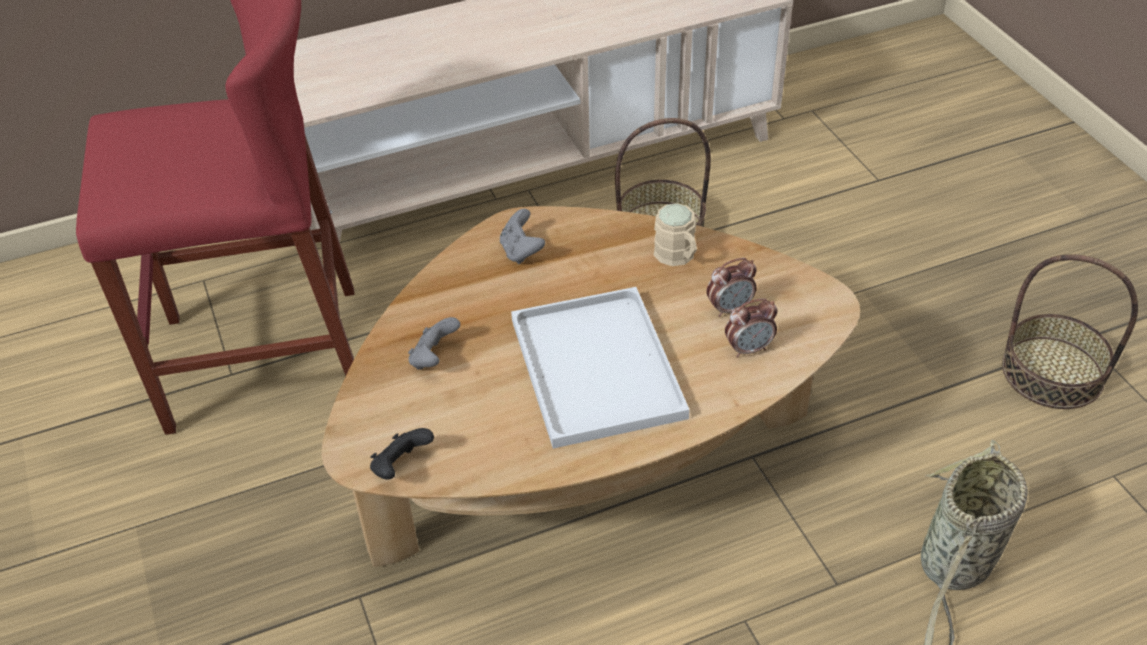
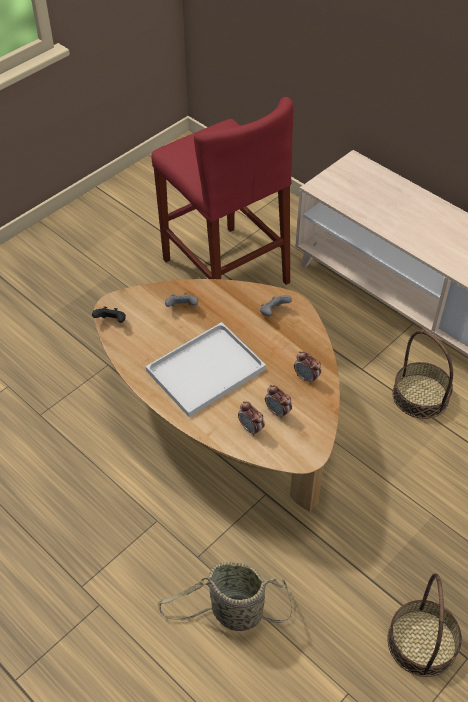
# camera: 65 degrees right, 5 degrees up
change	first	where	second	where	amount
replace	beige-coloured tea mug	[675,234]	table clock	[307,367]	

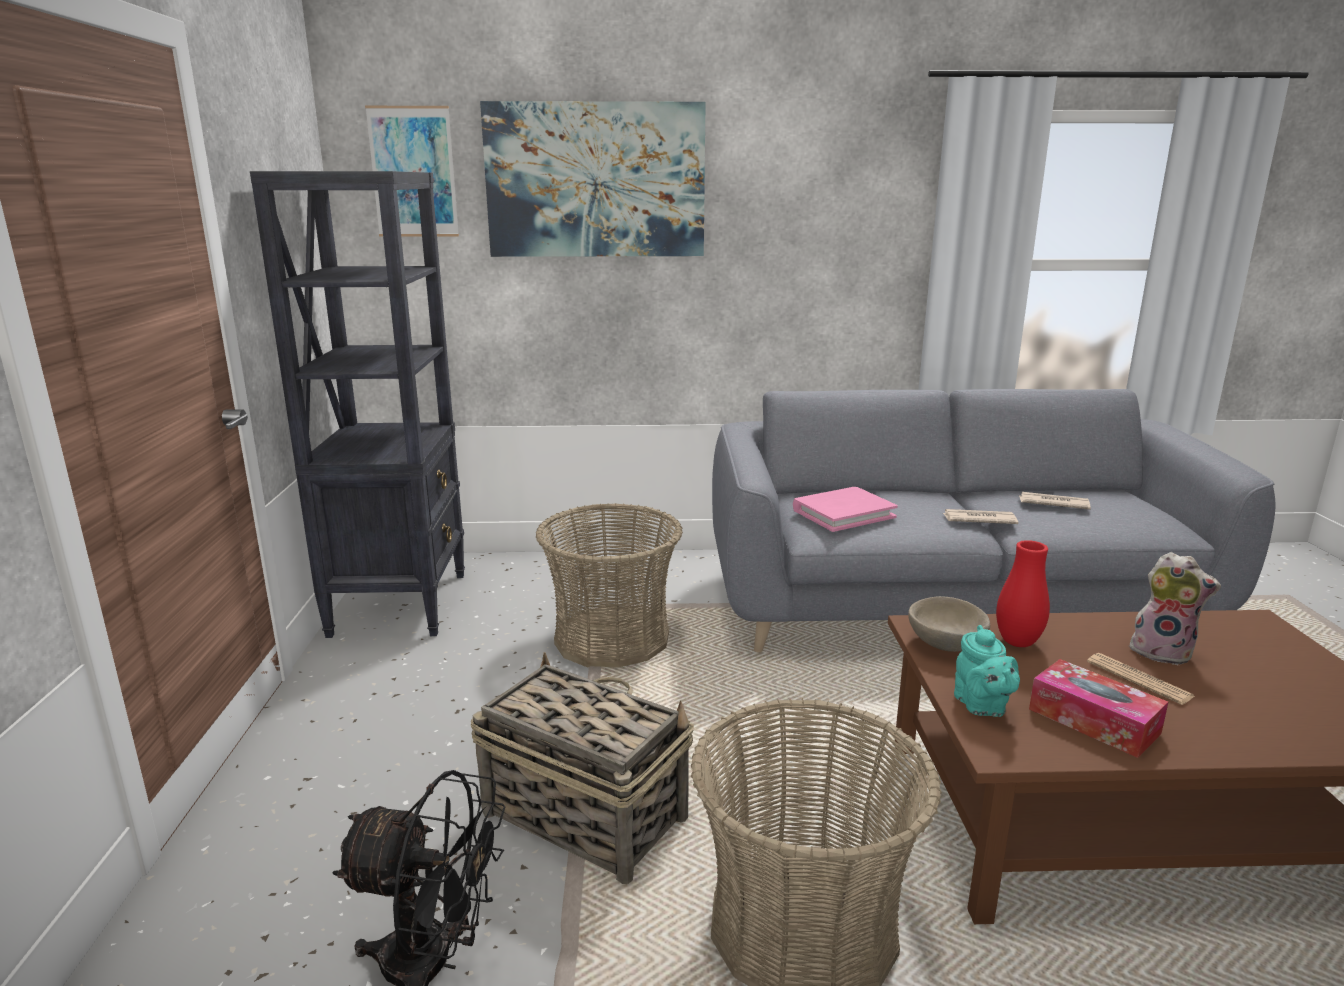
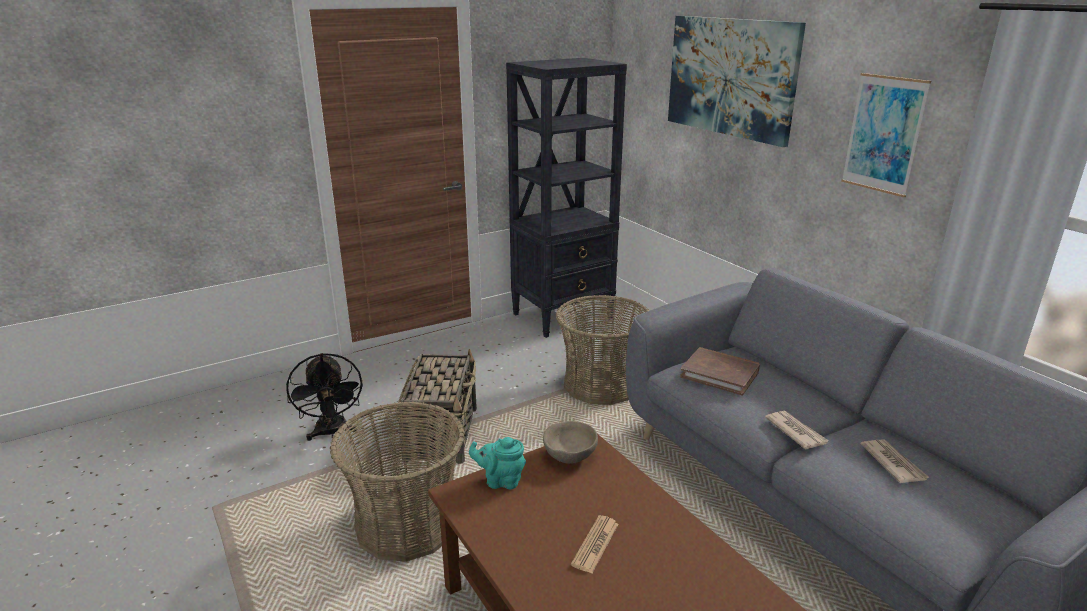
# camera: 60 degrees right, 5 degrees up
change	first	where	second	where	amount
rotate	turquoise teapot	[987,671]		[497,463]	45 degrees clockwise
recolor	pink book	[845,509]	brownish book	[720,371]	
move	wall art	[412,171]		[886,135]	
delete	red-coloured vase	[1023,593]			
delete	box of tissues	[1098,708]			
delete	cuddly toy	[1175,608]			

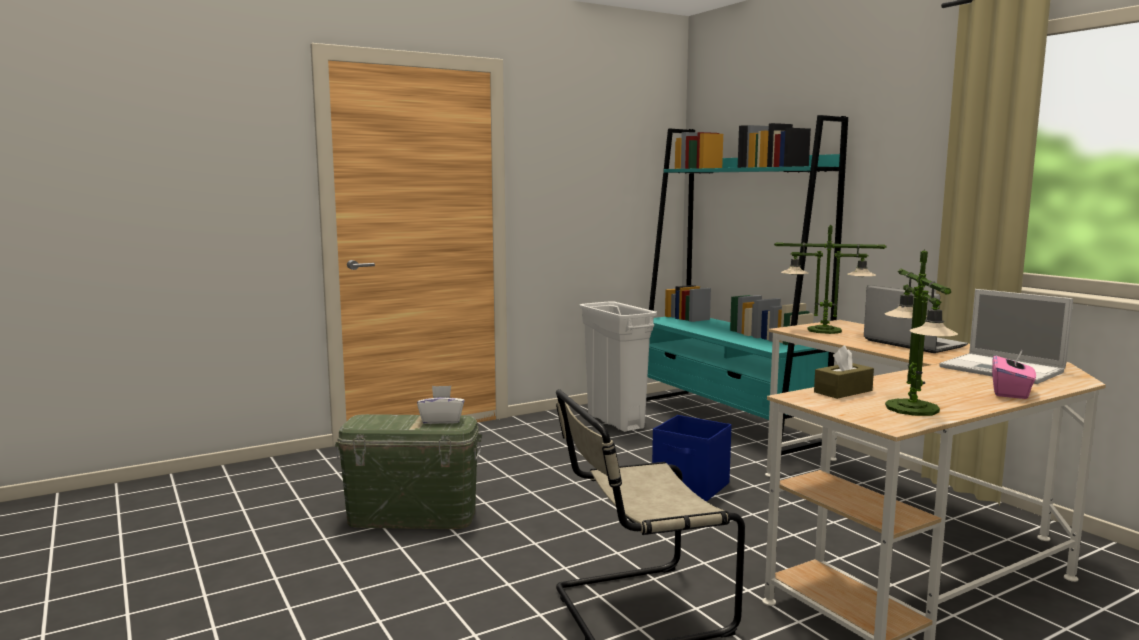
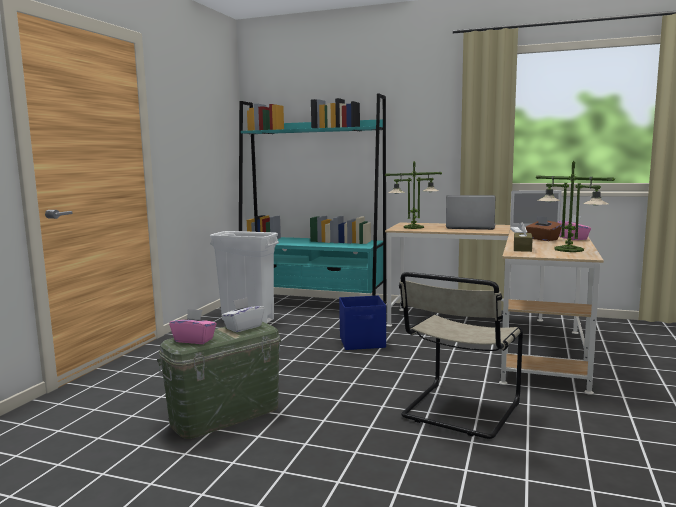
# camera: 40 degrees left, 0 degrees up
change	first	where	second	where	amount
insert			pink box of tissues	[192,326]	
insert			brownish box of tissues	[544,228]	

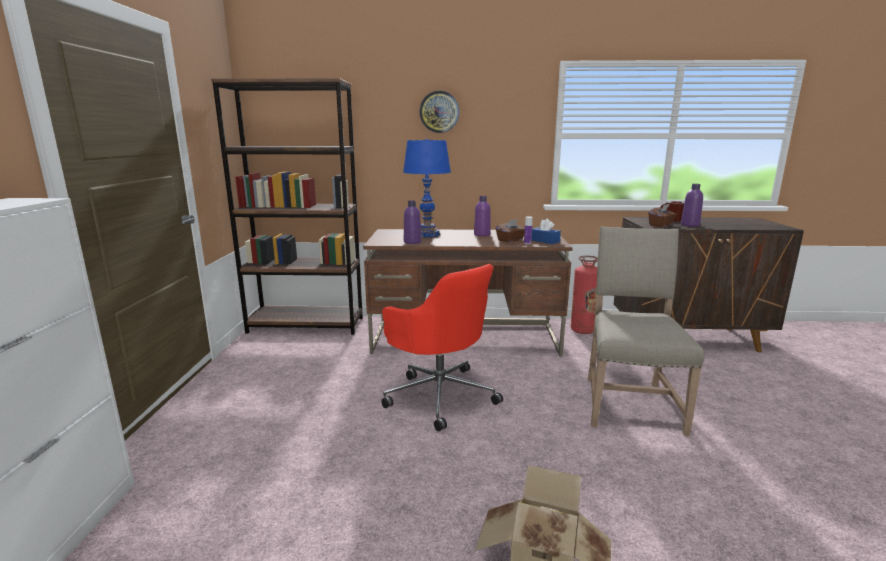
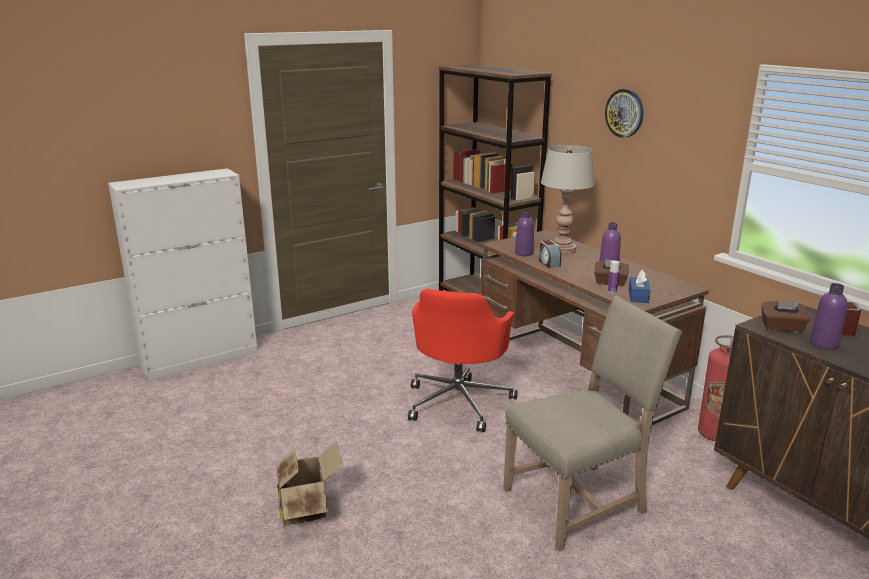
# camera: 55 degrees right, 5 degrees up
change	first	where	second	where	amount
insert			table clock	[550,254]	
recolor	blue-coloured tabletop lamp	[427,188]	gray tabletop lamp	[568,199]	

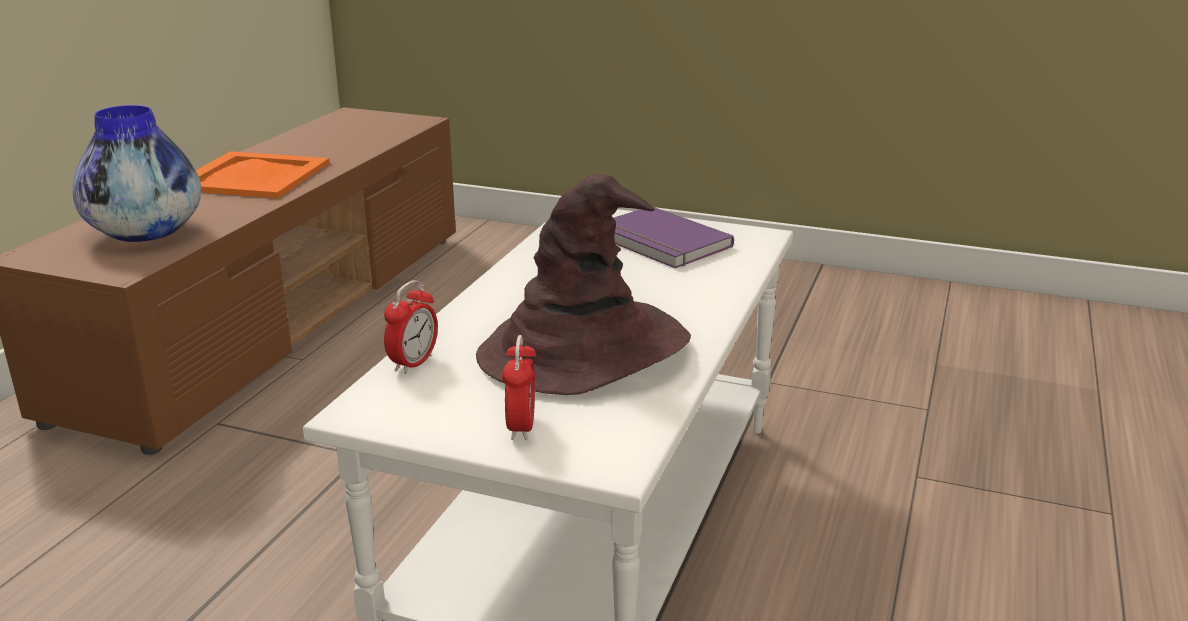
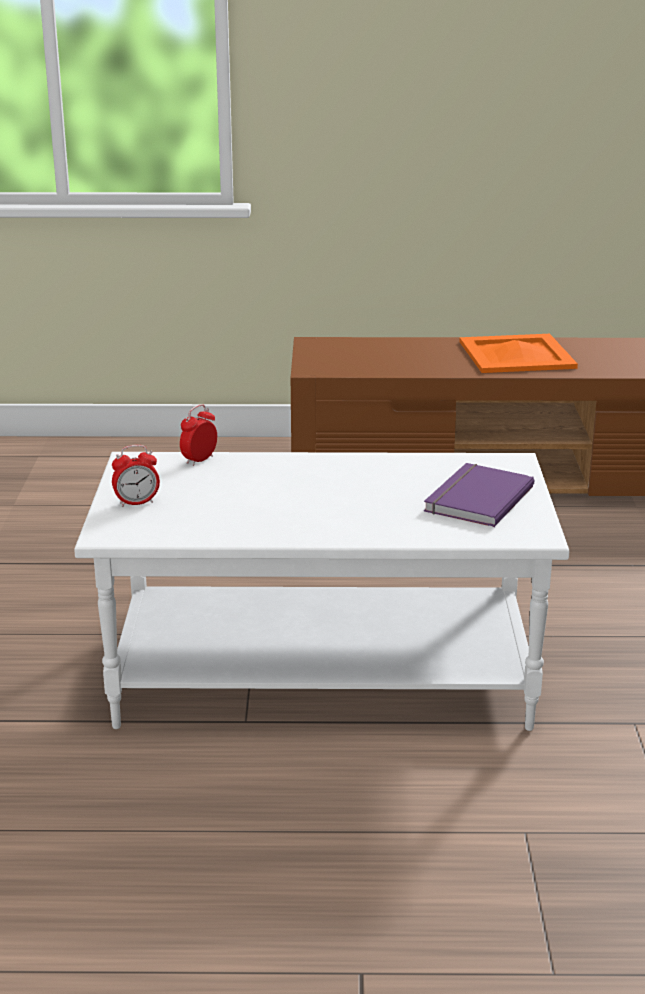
# camera: 70 degrees right, 0 degrees up
change	first	where	second	where	amount
rotate	table clock	[411,327]		[198,435]	120 degrees clockwise
delete	vase	[136,173]			
delete	brownish hat	[583,284]			

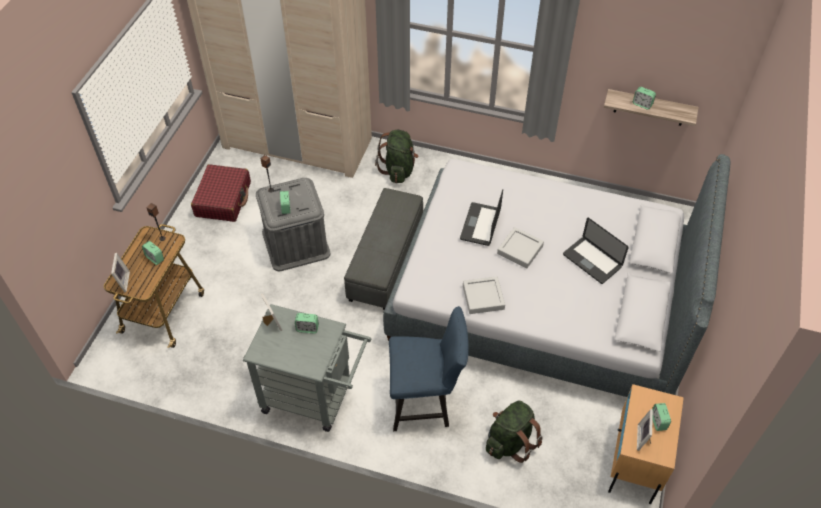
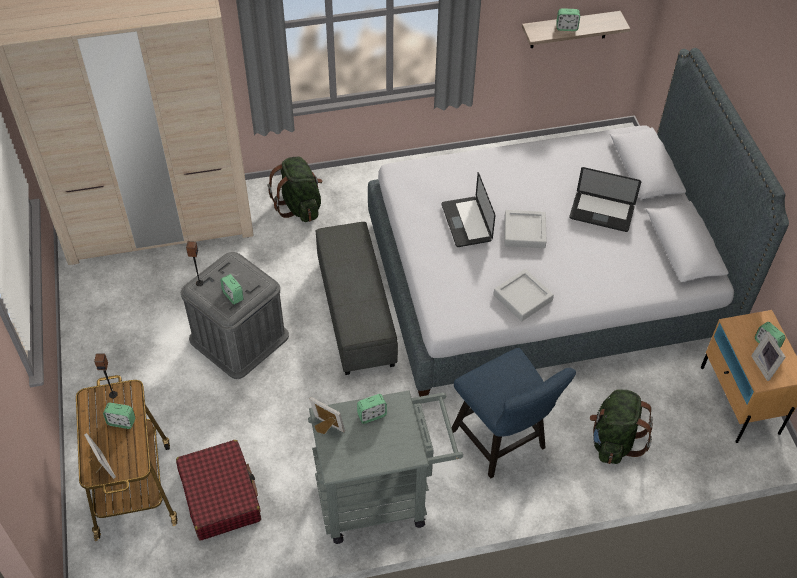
# camera: 30 degrees left, 0 degrees up
change	first	where	second	where	amount
move	red-coloured suitcase	[221,193]		[218,490]	
rotate	blue-coloured upright chair	[429,368]		[514,413]	90 degrees clockwise

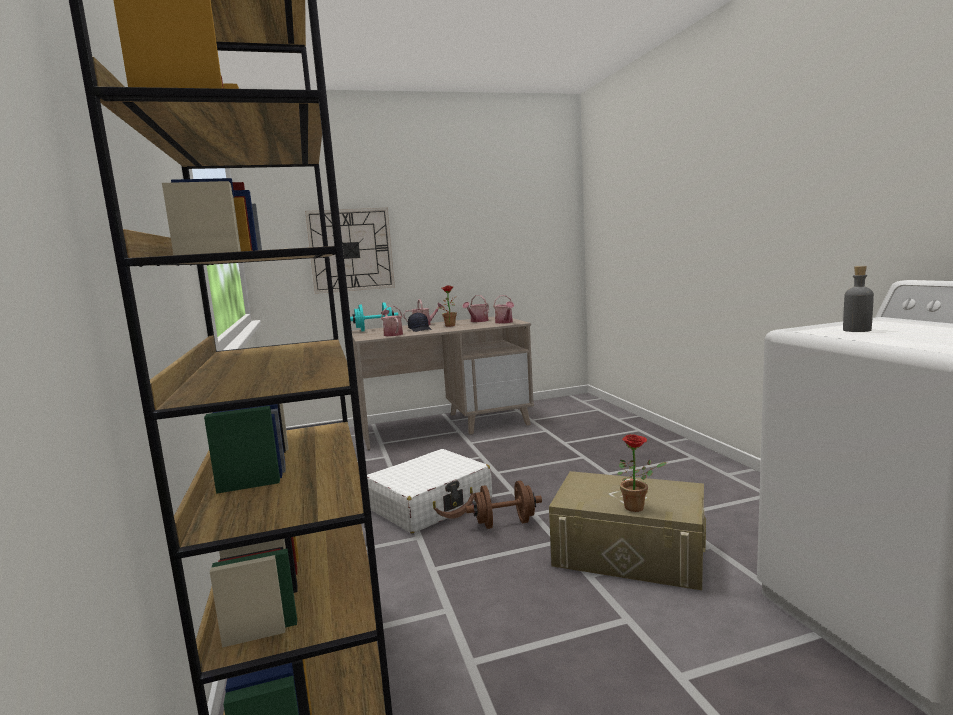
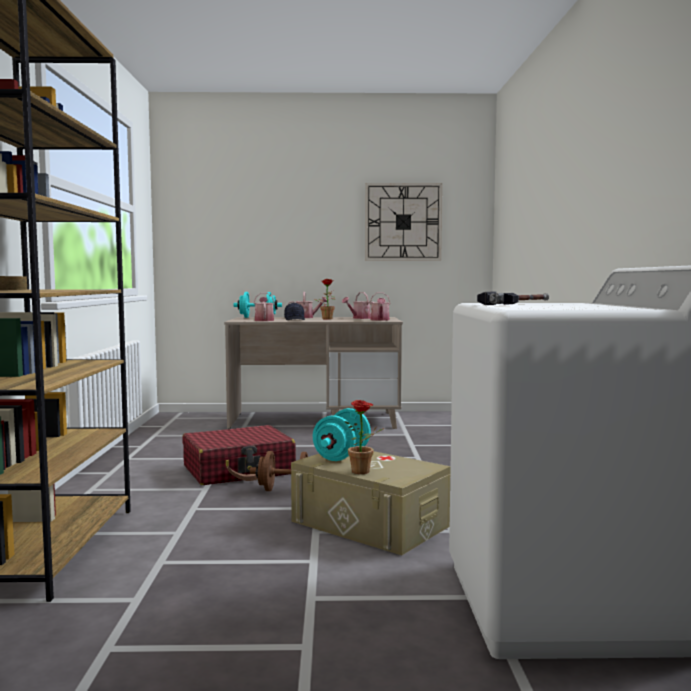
# camera: 15 degrees right, 5 degrees down
change	first	where	second	where	amount
recolor	whitish suitcase	[429,491]	red-coloured suitcase	[239,455]	
insert			turquoise hand weight	[342,434]	
move	clock on the wall	[350,251]		[403,222]	
replace	gray beverage bottle	[858,299]	tool hammer	[513,298]	

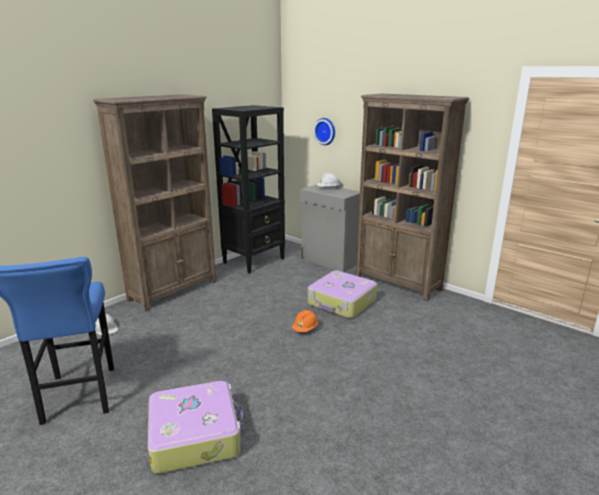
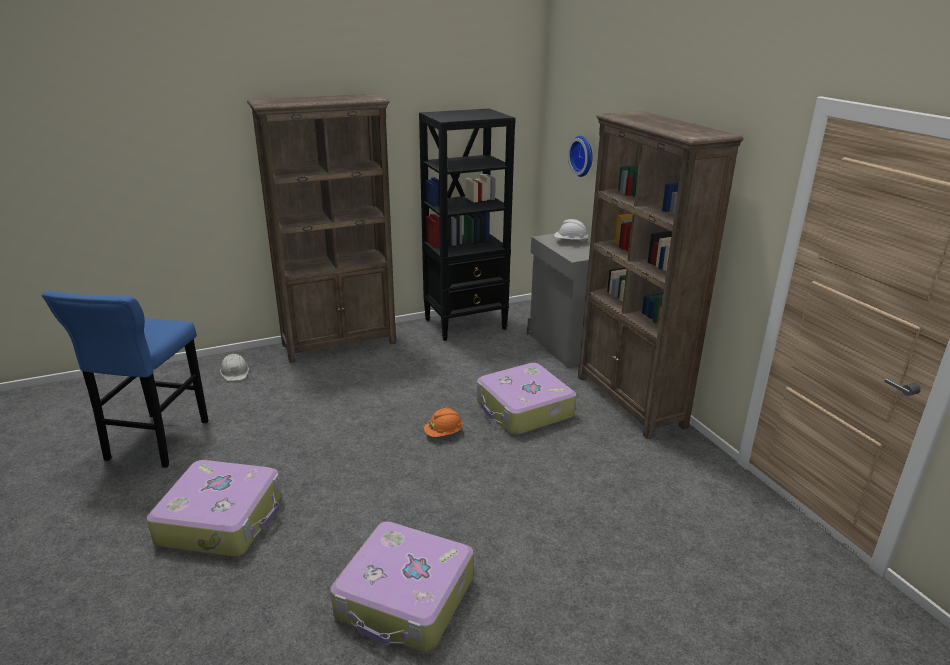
# camera: 25 degrees right, 5 degrees up
change	first	where	second	where	amount
insert			suitcase	[402,586]	

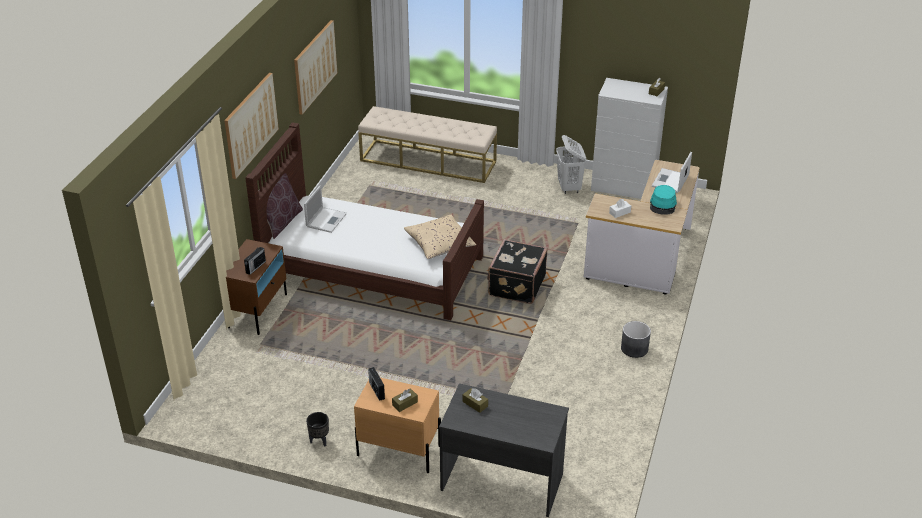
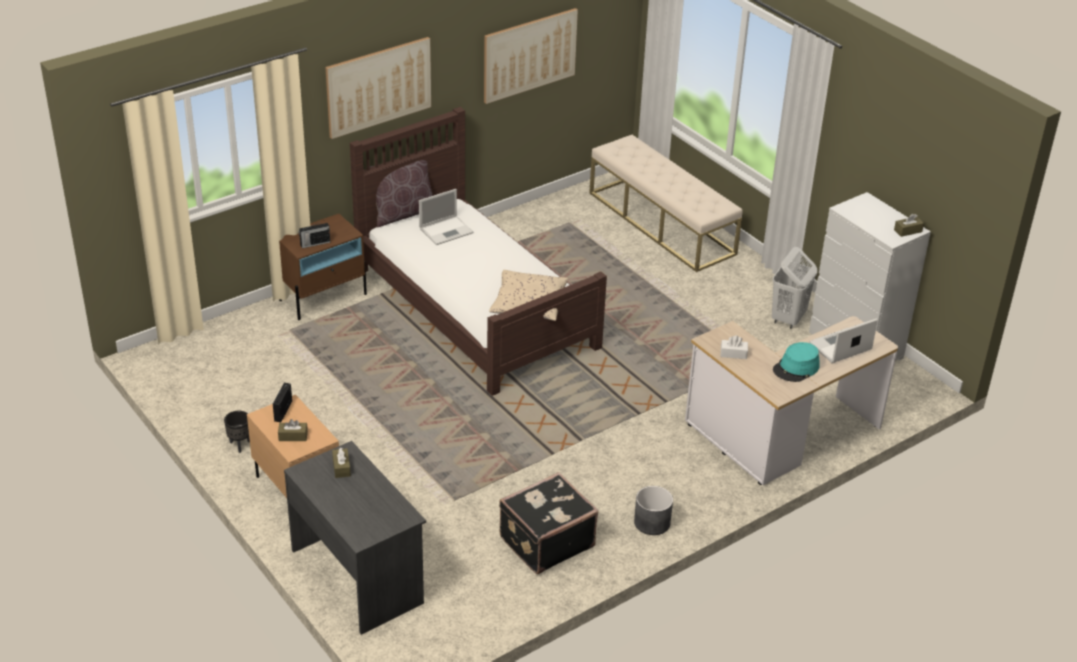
# camera: 35 degrees right, 0 degrees up
change	first	where	second	where	amount
move	blackish suitcase	[517,271]		[548,523]	

